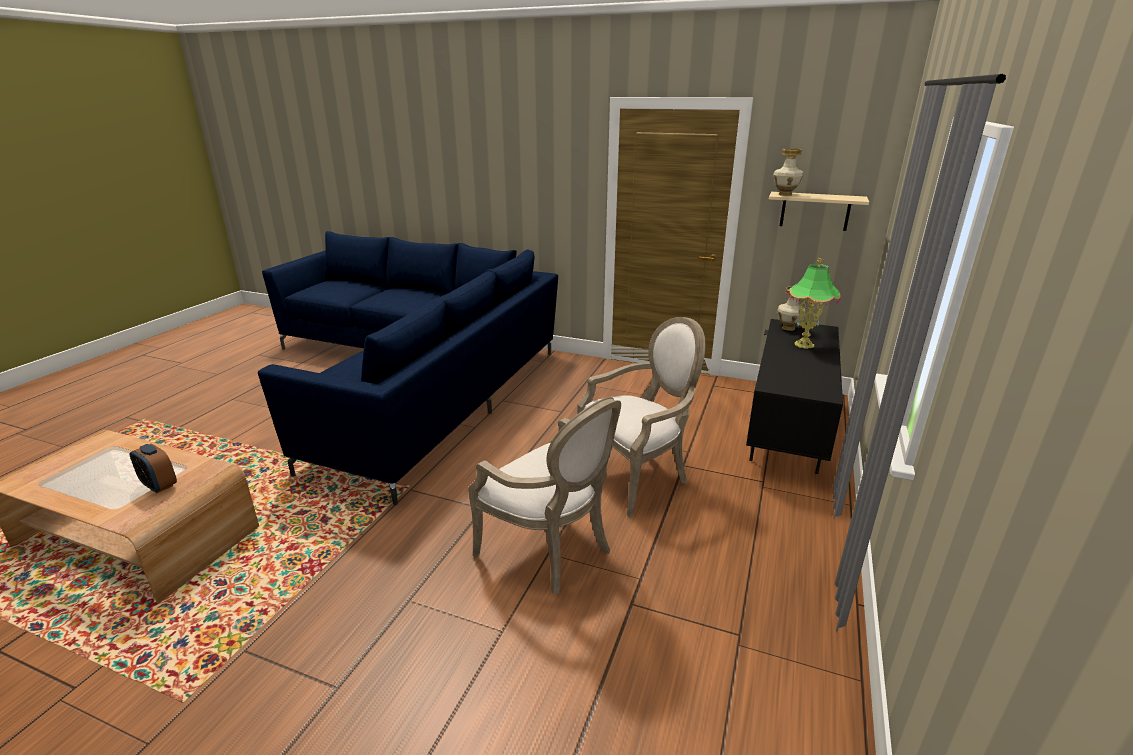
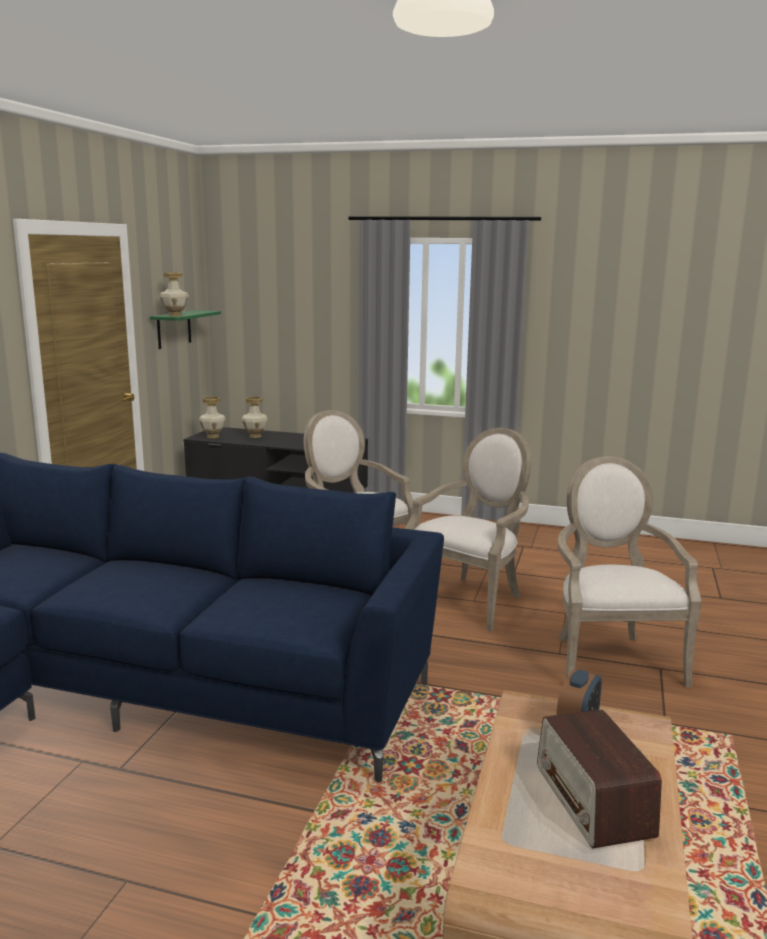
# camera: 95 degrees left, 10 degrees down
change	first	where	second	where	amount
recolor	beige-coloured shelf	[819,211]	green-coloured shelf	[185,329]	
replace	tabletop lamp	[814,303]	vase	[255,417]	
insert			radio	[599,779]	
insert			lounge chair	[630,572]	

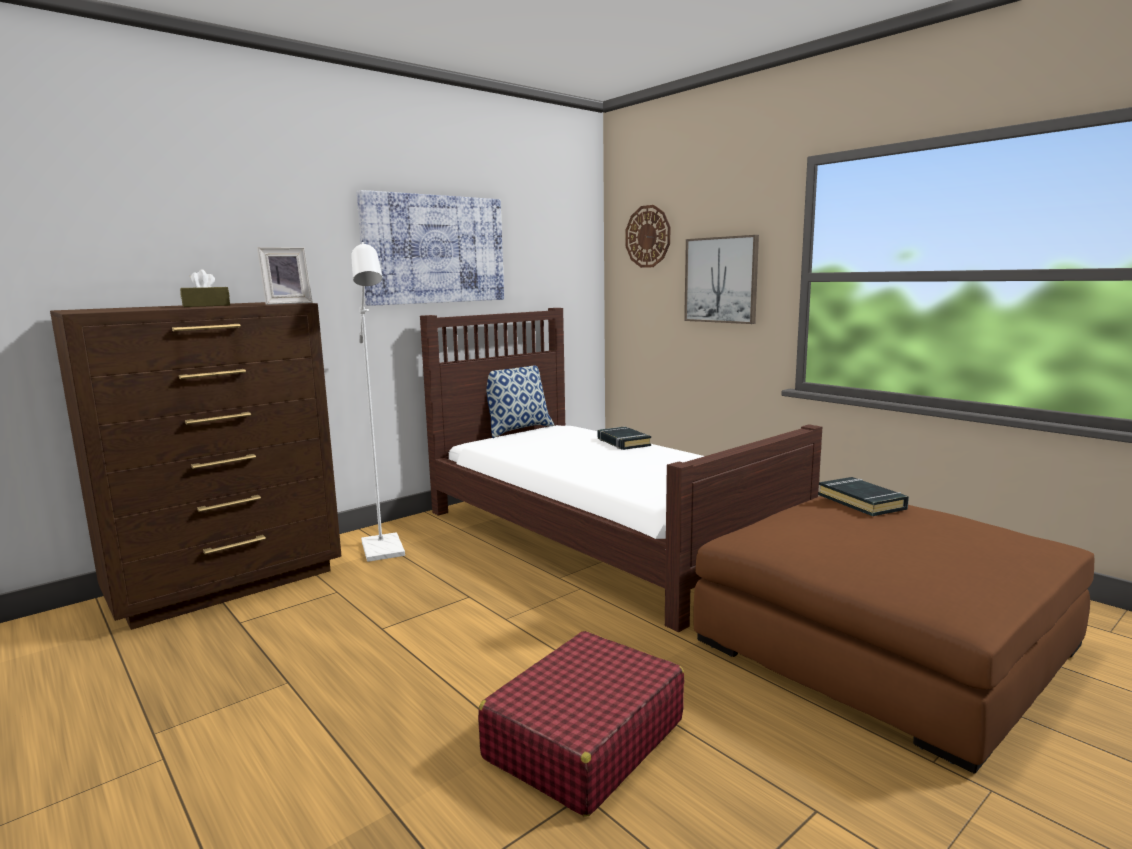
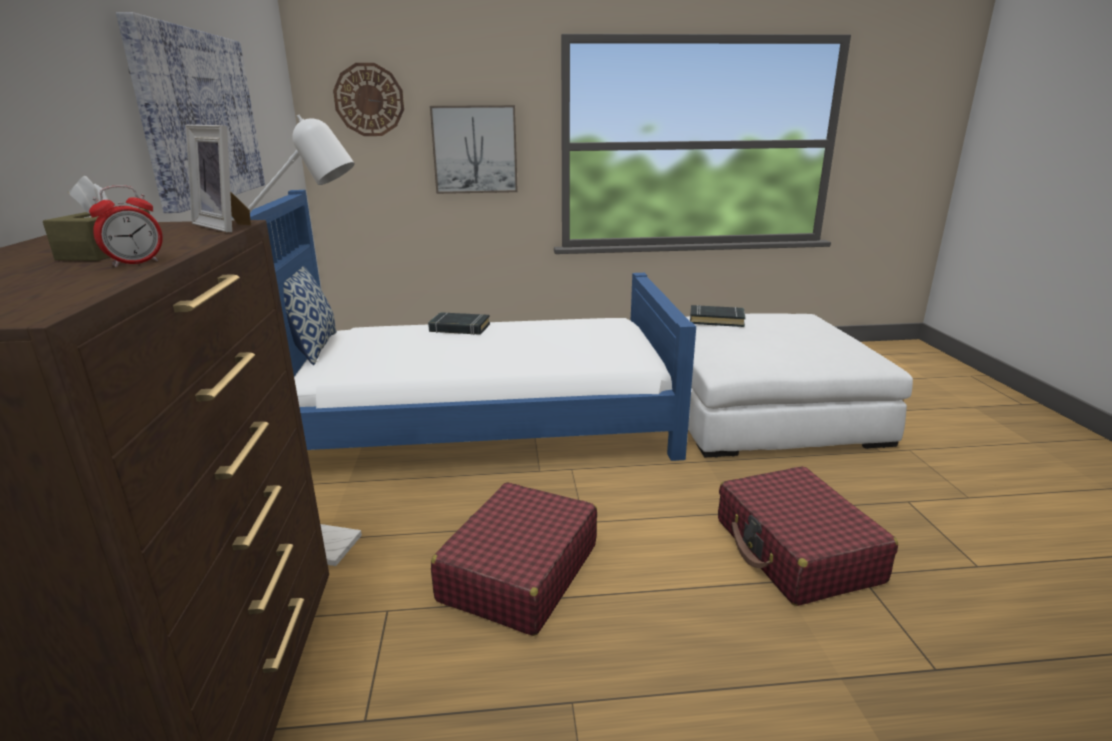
# camera: 55 degrees left, 10 degrees up
change	first	where	second	where	amount
insert			table clock	[126,226]	
rotate	picture frame	[285,276]		[218,179]	135 degrees clockwise
recolor	brownish sleeping bed	[621,470]	blue-coloured sleeping bed	[473,325]	
insert			red-coloured suitcase	[514,559]	
recolor	brownish ottoman	[893,635]	whitish ottoman	[799,385]	

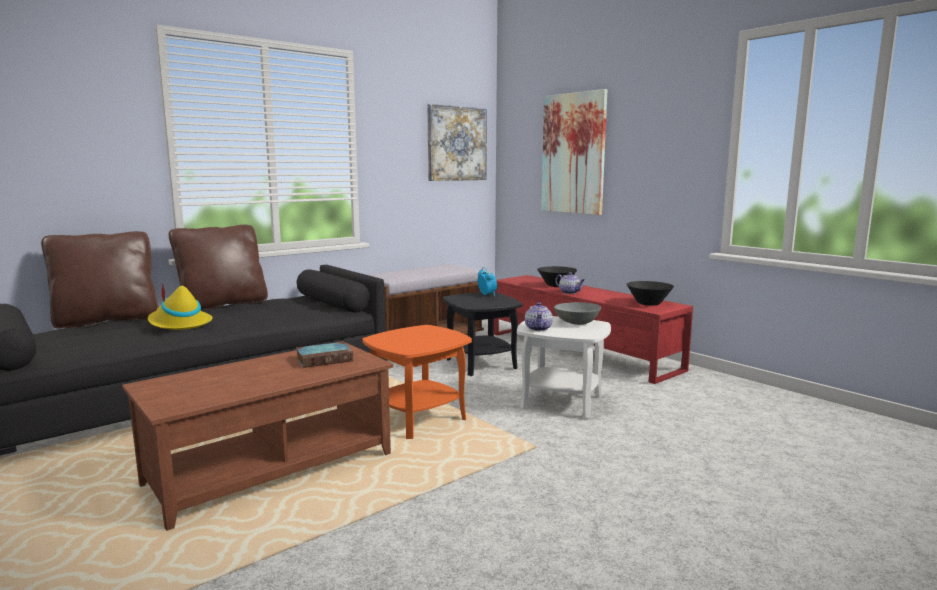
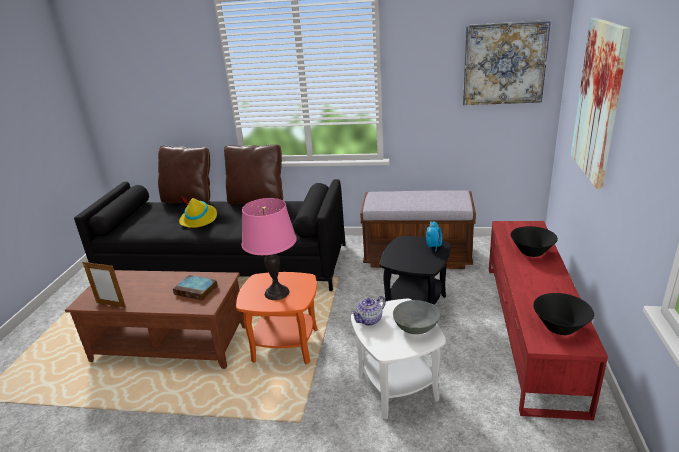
# camera: 50 degrees right, 15 degrees up
change	first	where	second	where	amount
insert			picture frame	[104,284]	
insert			pink tabletop lamp	[269,249]	
delete	teapot	[570,283]			

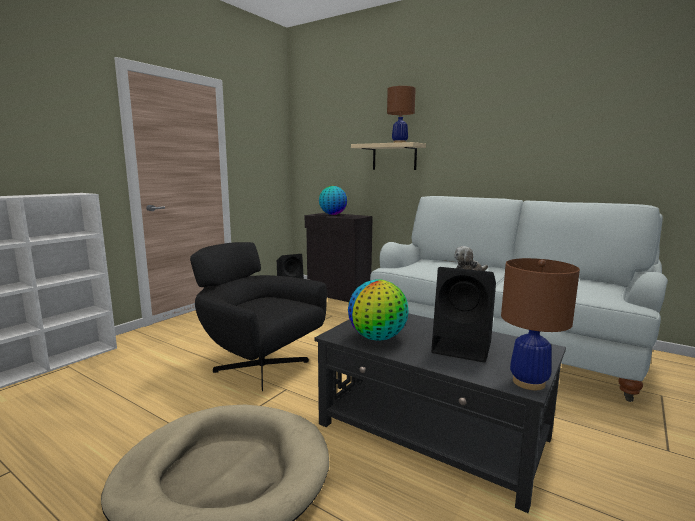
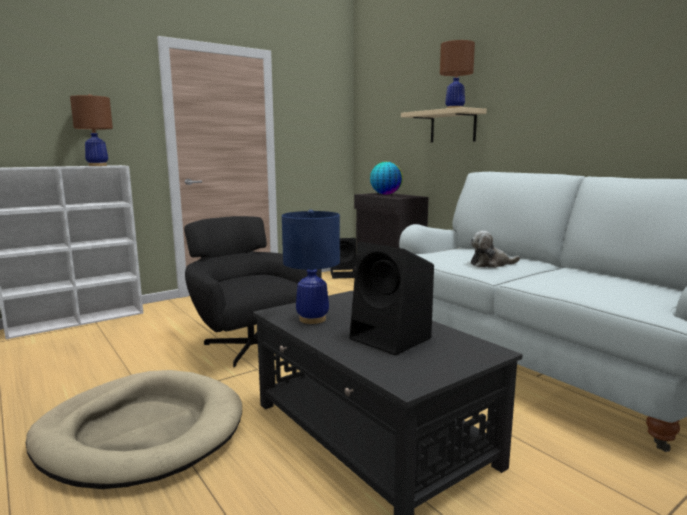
# camera: 20 degrees right, 0 degrees up
change	first	where	second	where	amount
move	brownish tabletop lamp	[540,324]		[91,130]	
replace	world globe	[378,309]	blue-coloured tabletop lamp	[311,267]	

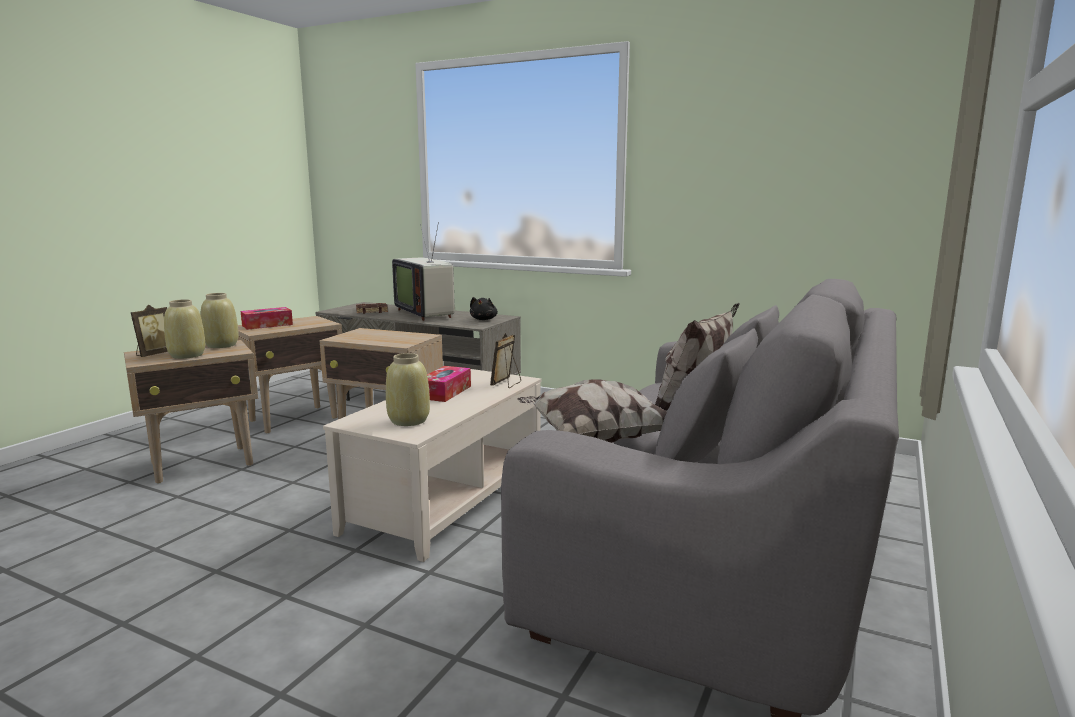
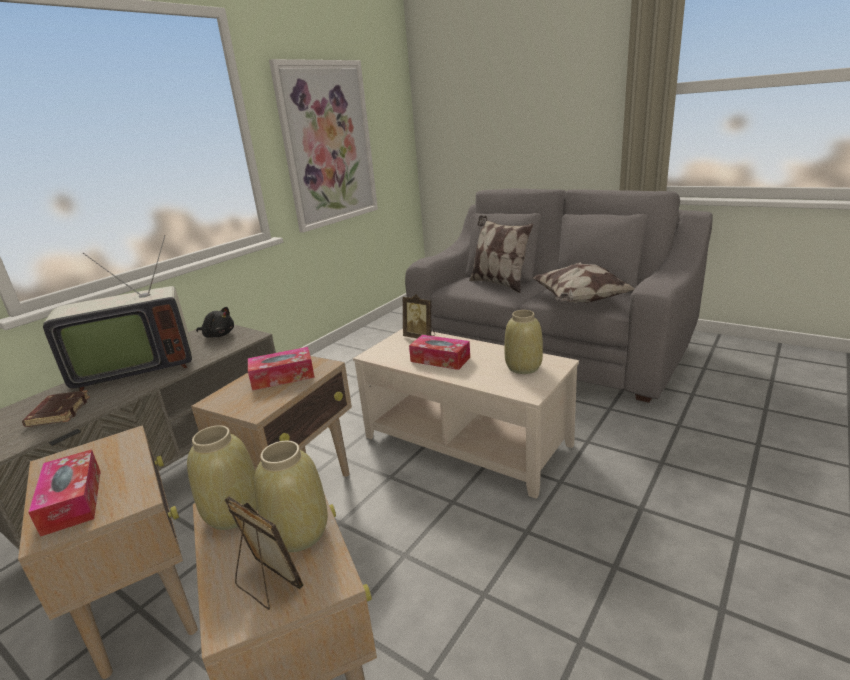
# camera: 80 degrees left, 10 degrees up
change	first	where	second	where	amount
insert			box of tissues	[281,368]	
insert			wall art	[323,146]	

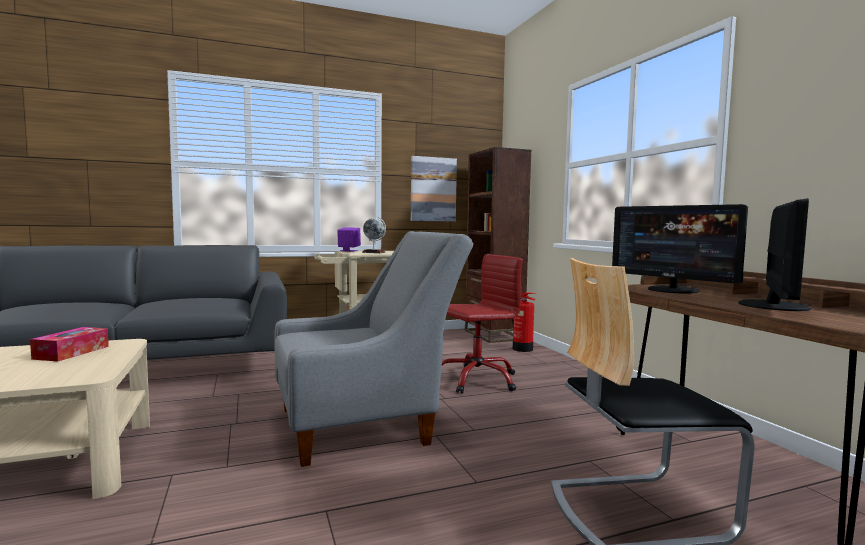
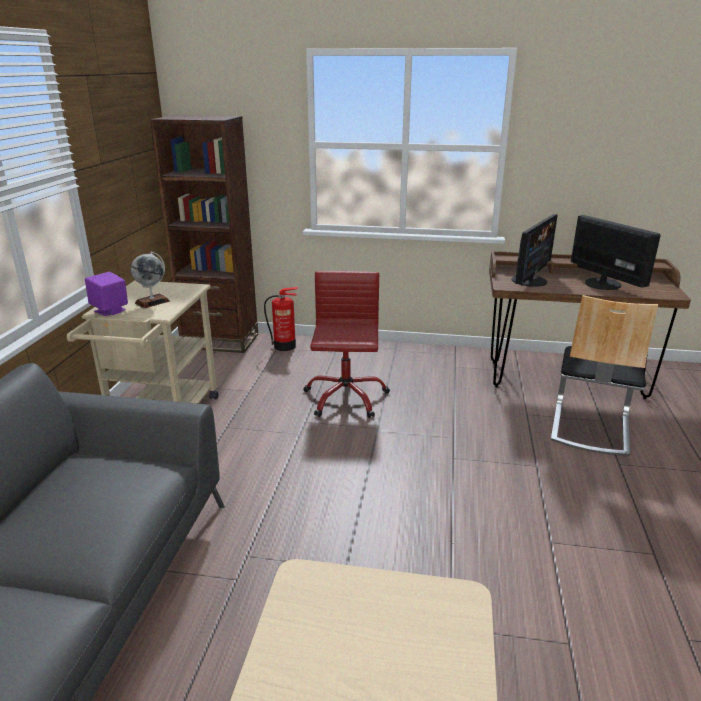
# camera: 60 degrees left, 20 degrees up
change	first	where	second	where	amount
rotate	computer screen	[680,249]		[535,250]	45 degrees counterclockwise
delete	box of tissues	[69,344]			
delete	gray lounge chair	[373,349]			
delete	wall art	[434,189]			

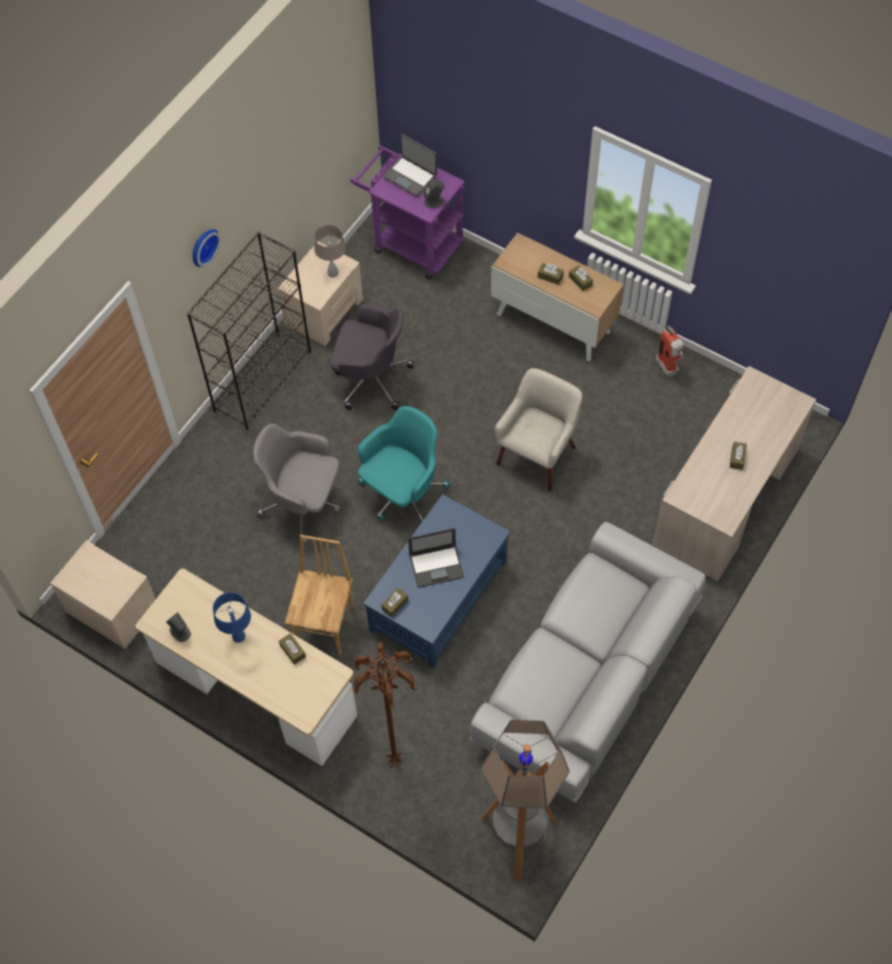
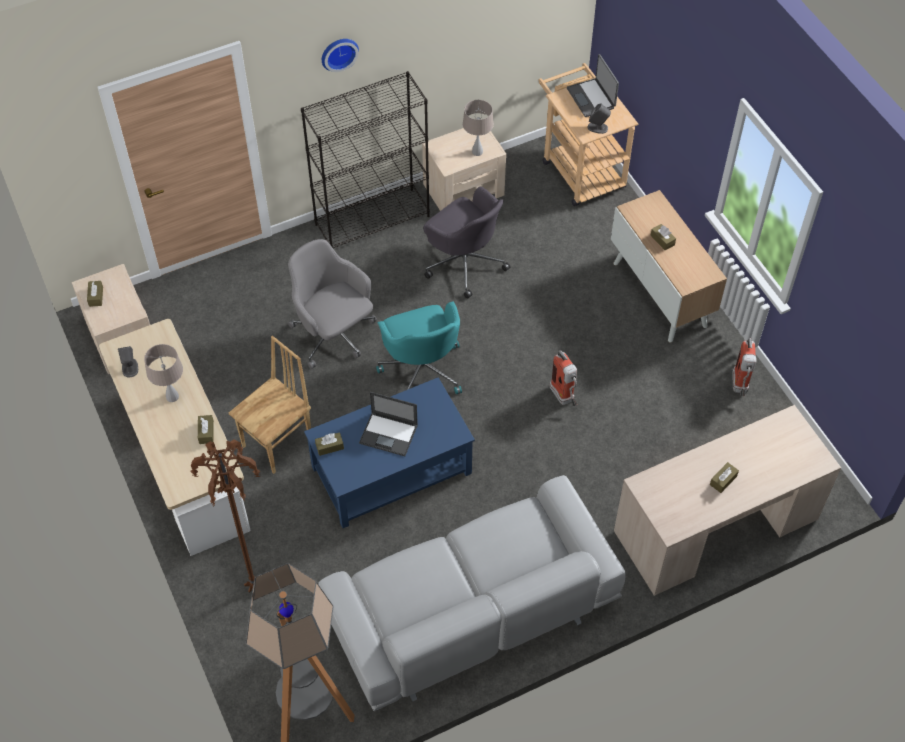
# camera: 30 degrees right, 5 degrees down
change	first	where	second	where	amount
move	brownish box of tissues	[581,278]		[95,294]	
recolor	blue-coloured tabletop lamp	[232,617]	beige-coloured tabletop lamp	[163,373]	
rotate	turquoise desk chair	[404,464]		[419,347]	90 degrees clockwise
recolor	purple wheeled cart	[407,213]	beige-coloured wheeled cart	[588,134]	
replace	beige-coloured lounge chair	[539,429]	fire-fighting cylinder	[563,378]	

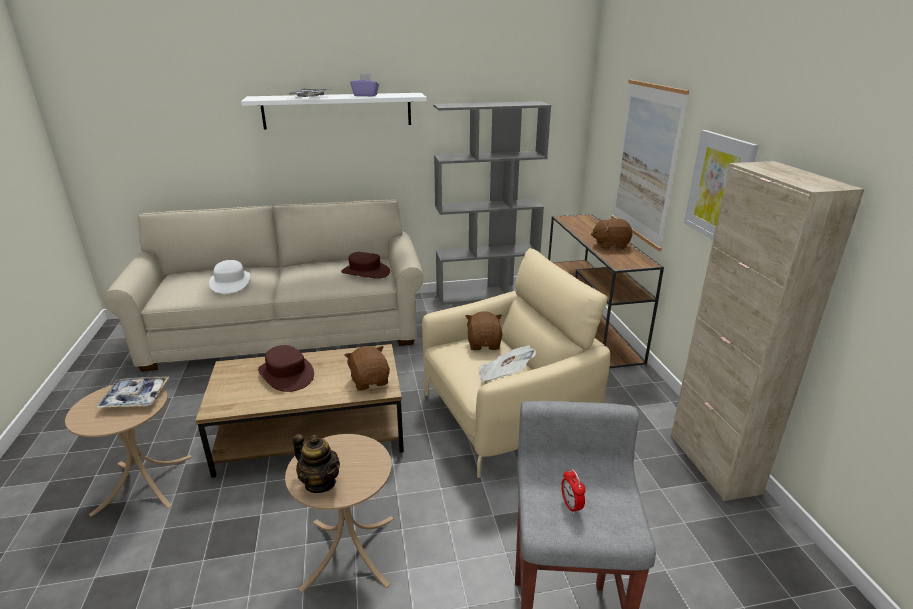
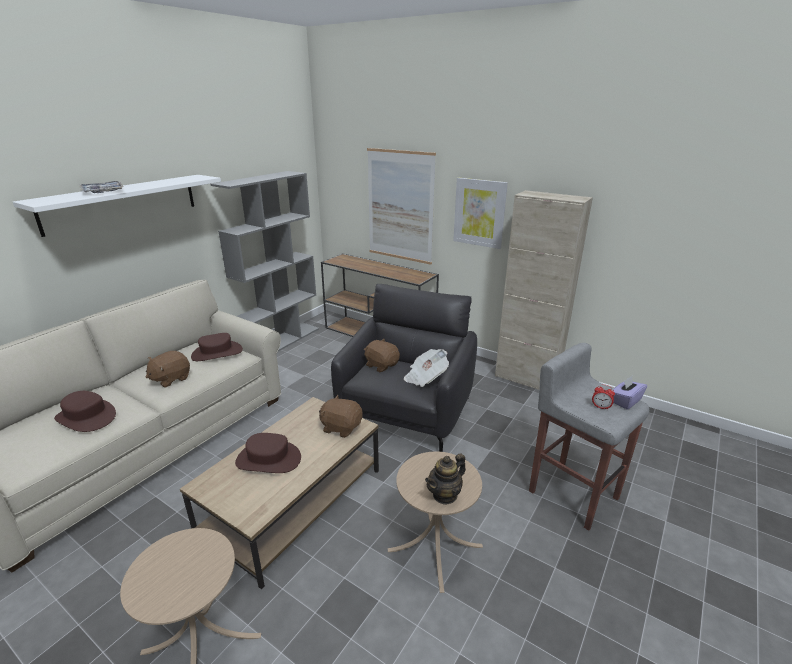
# camera: 45 degrees left, 0 degrees up
change	first	where	second	where	amount
recolor	whitish hat	[229,277]	brownish hat	[85,411]	
move	brownish cuddly toy	[611,234]		[168,369]	
recolor	beige-coloured lounge chair	[516,363]	blackish lounge chair	[404,368]	
rotate	teapot	[316,463]		[445,479]	150 degrees clockwise
move	purple box of tissues	[364,85]		[630,392]	
delete	tray	[132,392]			

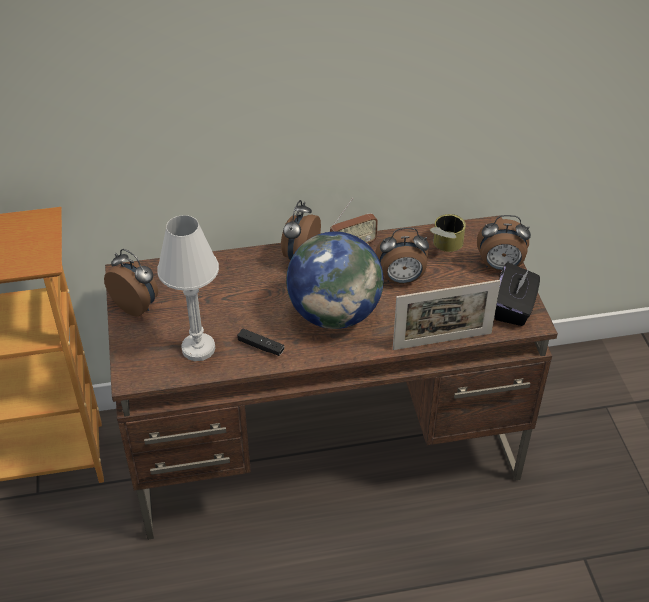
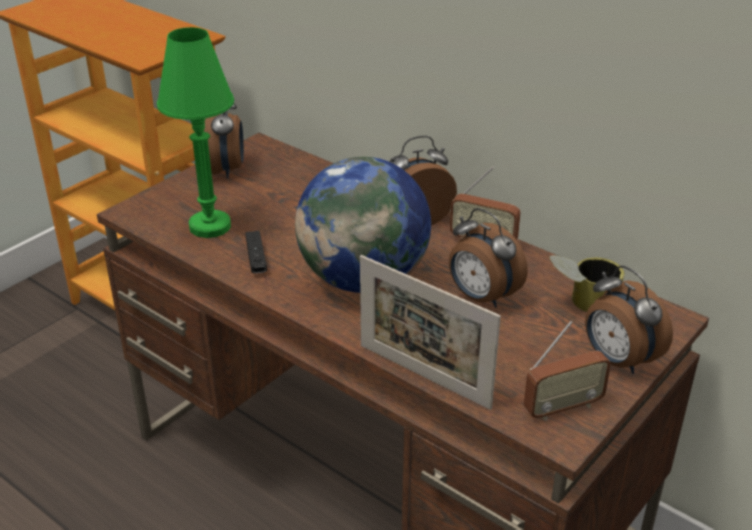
# camera: 50 degrees right, 10 degrees down
change	first	where	second	where	amount
recolor	whitish tabletop lamp	[188,288]	green-coloured tabletop lamp	[195,132]	
replace	blackish box of tissues	[517,294]	radio	[567,371]	

